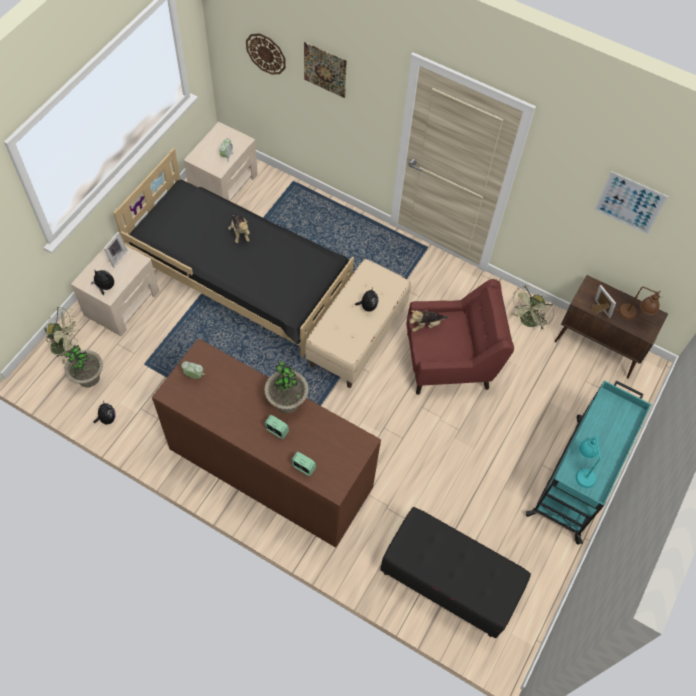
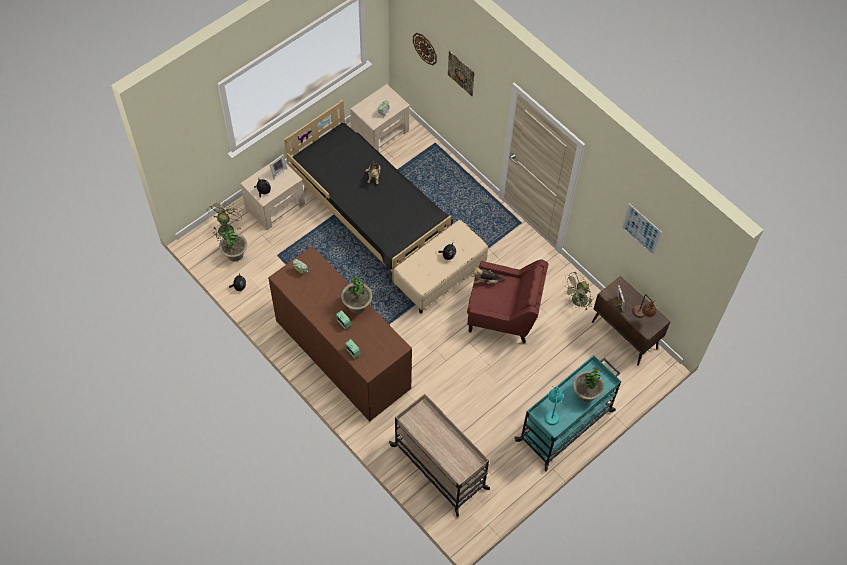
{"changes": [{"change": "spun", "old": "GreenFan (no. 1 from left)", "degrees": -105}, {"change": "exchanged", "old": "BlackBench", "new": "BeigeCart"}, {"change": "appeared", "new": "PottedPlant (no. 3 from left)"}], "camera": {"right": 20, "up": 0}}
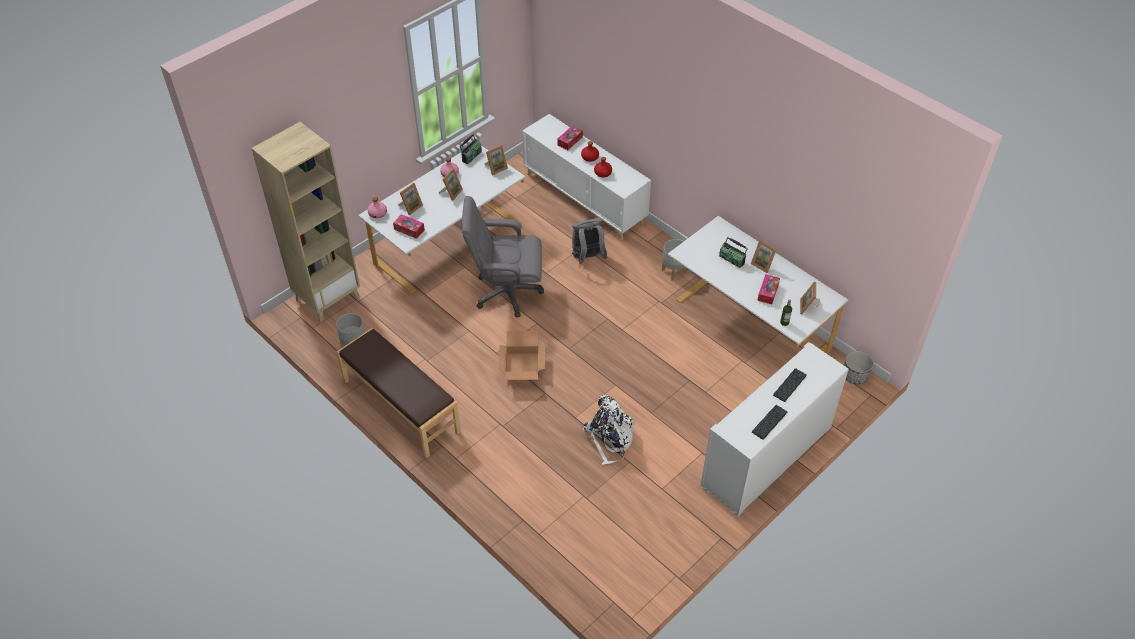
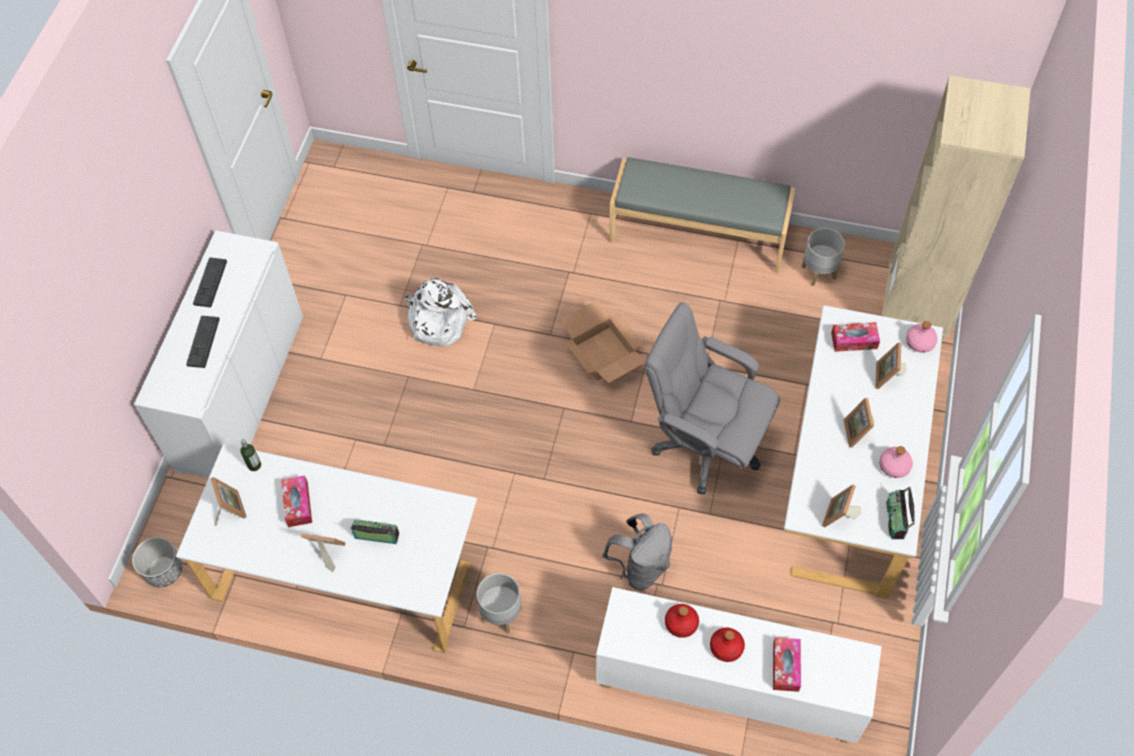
{"changes": [{"change": "colour", "old": "BrownBench", "new": "GreyBench"}, {"change": "spun", "old": "GreyOfficeChair", "degrees": -120}], "camera": {"right": 150, "up": 10}}
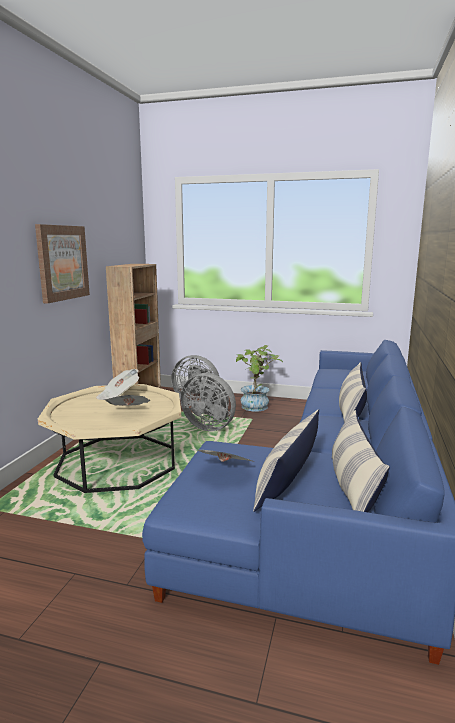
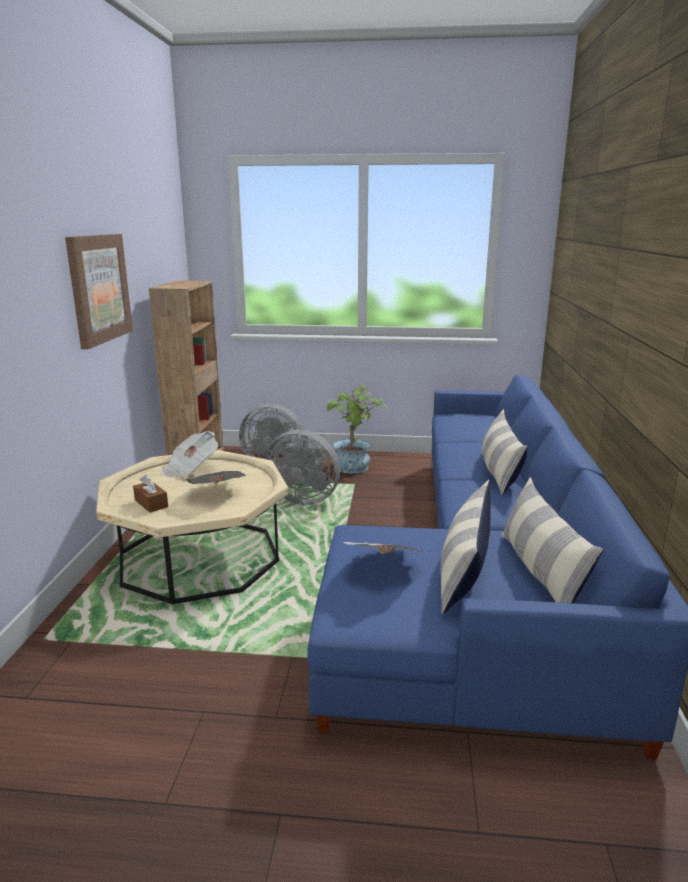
{"changes": [{"change": "appeared", "new": "BrownTissueBox"}], "camera": {"right": -10, "up": 5}}
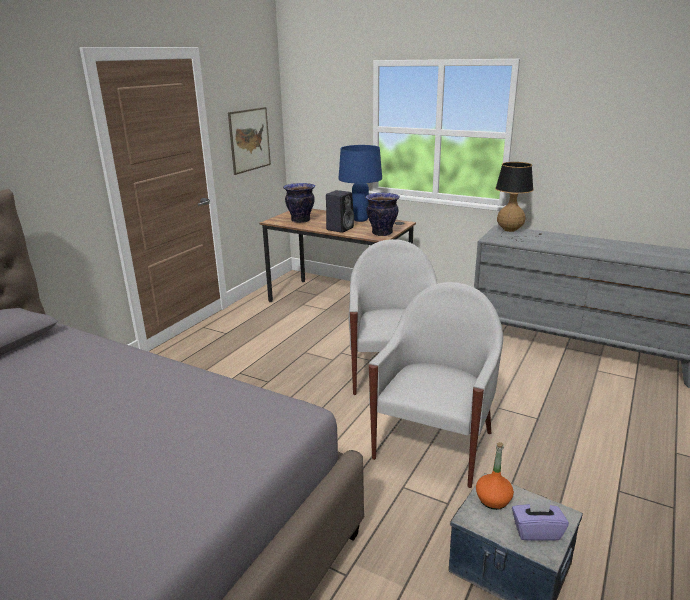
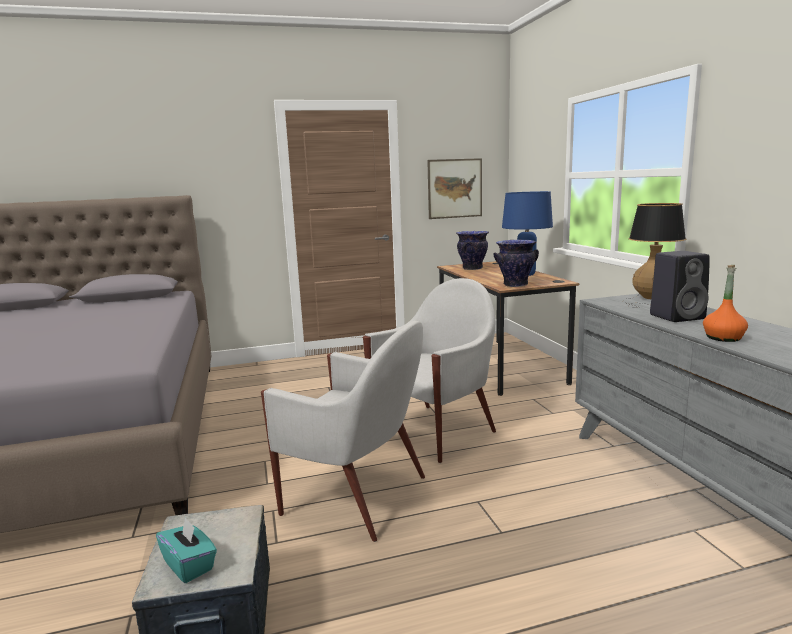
{"changes": [{"change": "relocated", "old": "BlackSpeaker"}, {"change": "spun", "old": "WhiteArmchair (no. 2 from left in the first image)", "degrees": 45}, {"change": "relocated", "old": "OrangeBottle"}, {"change": "colour", "old": "PurpleTissueBox", "new": "TurquoiseTissueBox"}], "camera": {"right": 45, "up": -10}}
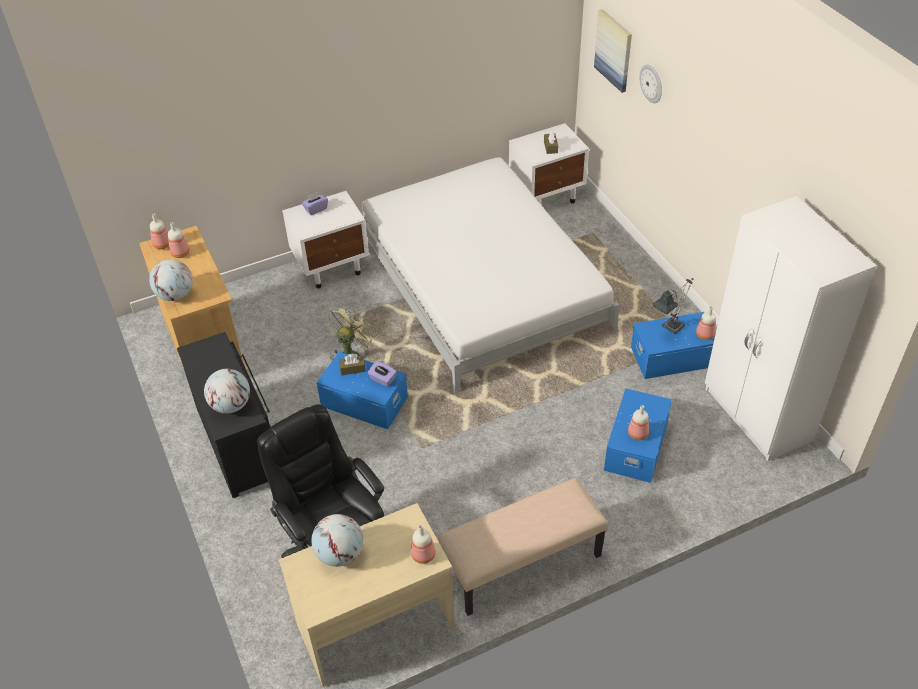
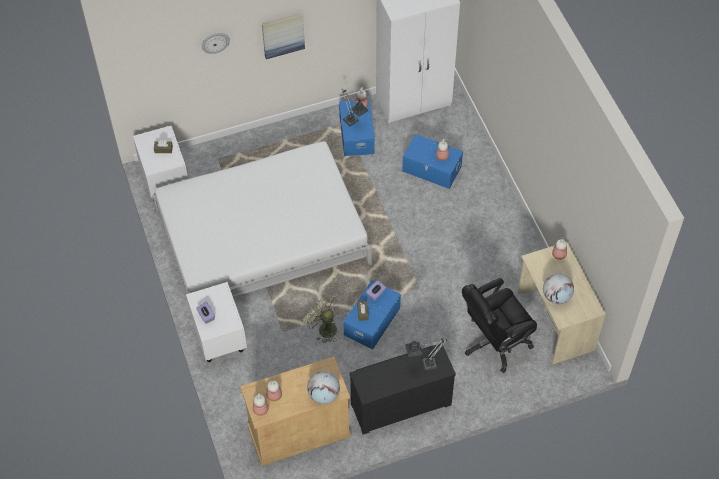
{"changes": [{"change": "exchanged", "old": "Globe (no. 2 from left)", "new": "TableLamp (no. 2 from left)"}, {"change": "missing", "old": "BeigeBench"}, {"change": "relocated", "old": "Picture"}], "camera": {"right": -85, "up": 10}}
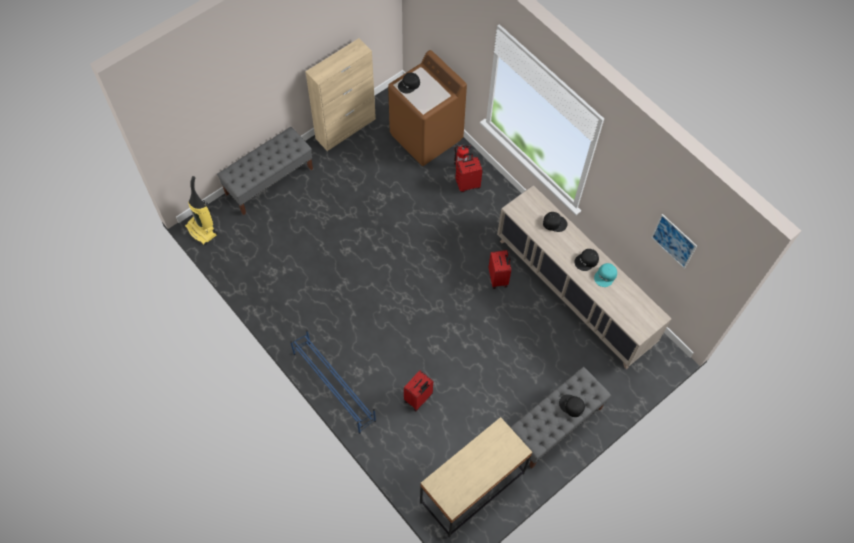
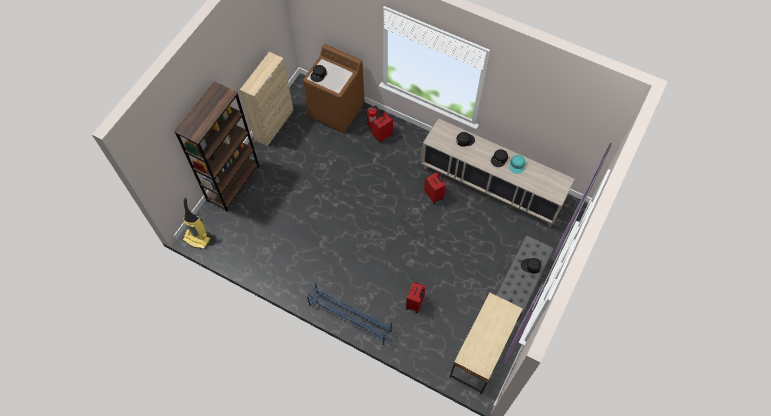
{"changes": [{"change": "exchanged", "old": "GreyBench (no. 1 from left)", "new": "BrownBookcase"}, {"change": "missing", "old": "Picture"}], "camera": {"right": -20, "up": 0}}
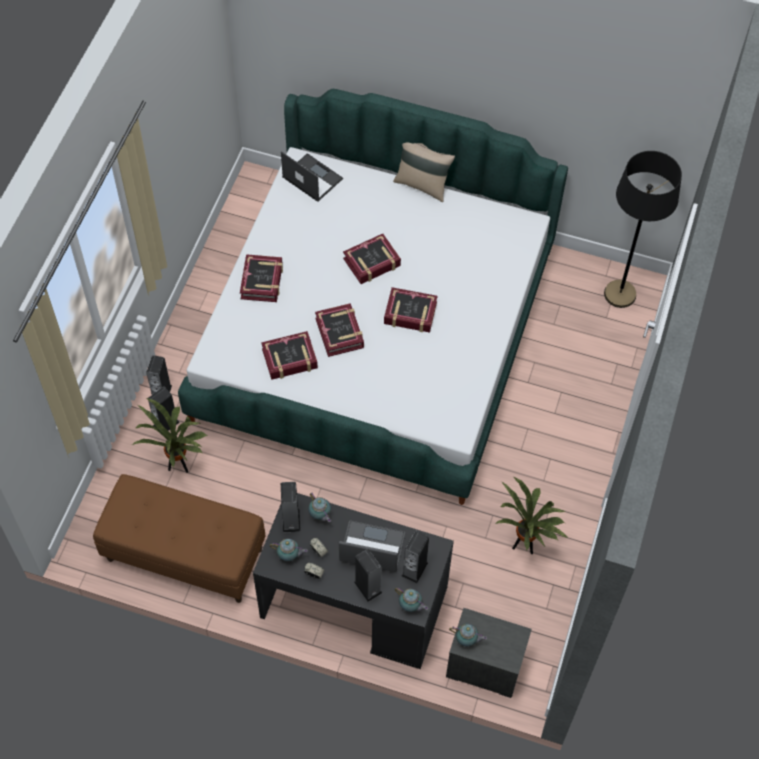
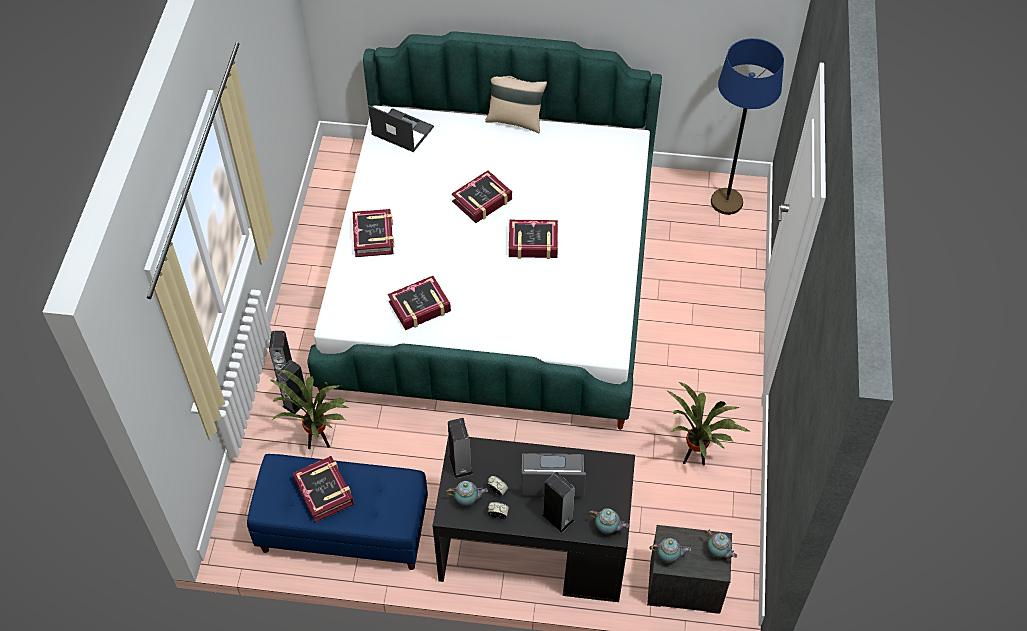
{"changes": [{"change": "colour", "old": "BrownBench", "new": "BlueBench"}, {"change": "relocated", "old": "Teapot (no. 2 from left in the first image)", "new": "Teapot (no. 4 from left)"}, {"change": "relocated", "old": "Book (no. 3 from left in the first image)", "new": "Book (no. 1 from left)"}, {"change": "missing", "old": "Speaker (no. 5 from left)"}, {"change": "colour", "old": "BlackFloorLamp", "new": "BlueFloorLamp"}], "camera": {"right": -10, "up": -5}}
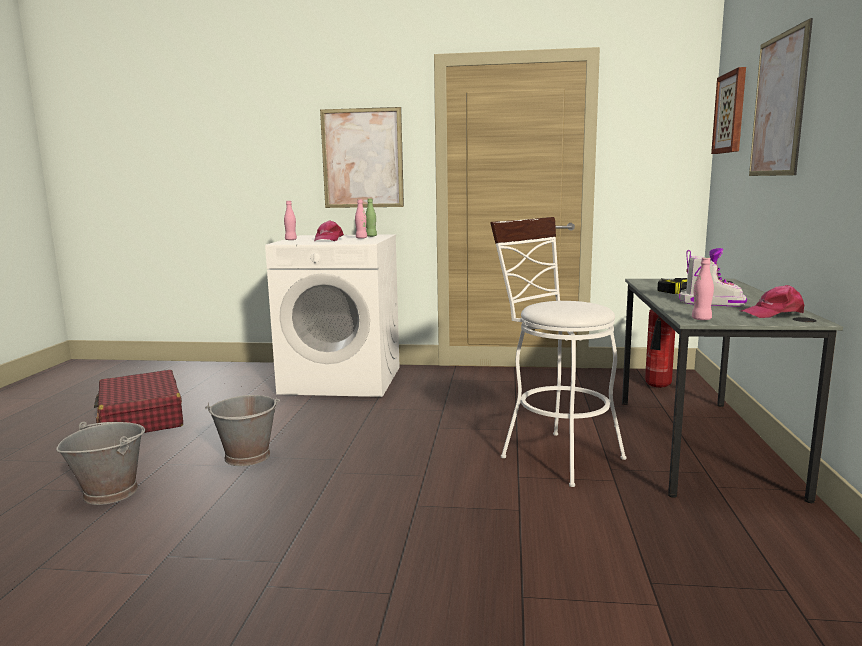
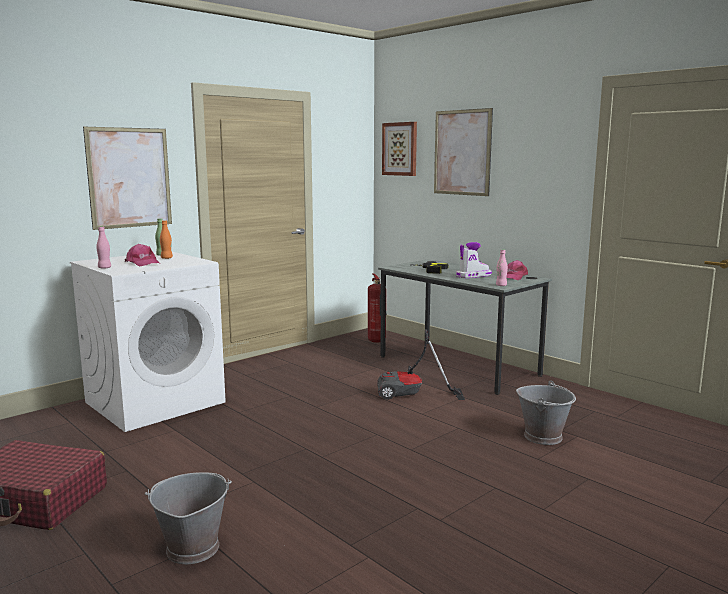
{"changes": [{"change": "relocated", "old": "GreyBucket (no. 2 from left)"}, {"change": "colour", "old": "PinkBottle (no. 2 from left)", "new": "OrangeBottle"}, {"change": "exchanged", "old": "WhiteStool", "new": "VacuumCleaner"}], "camera": {"right": -50, "up": 0}}
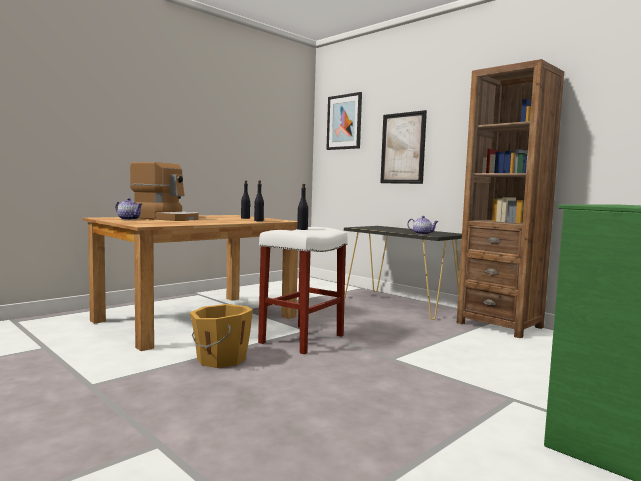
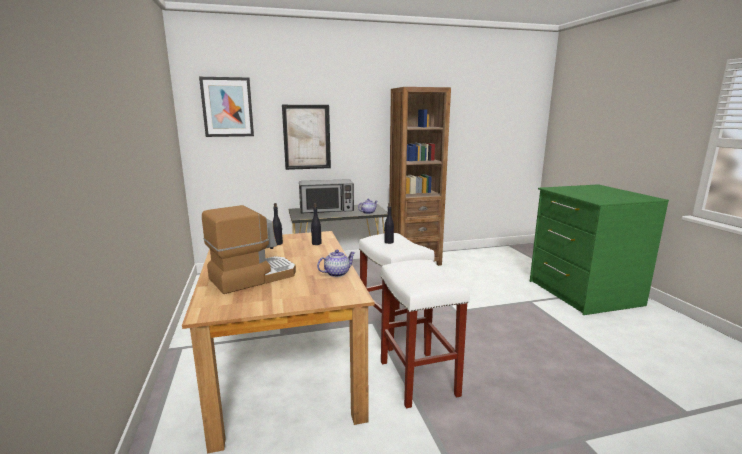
{"changes": [{"change": "relocated", "old": "Teapot (no. 1 from left)"}, {"change": "exchanged", "old": "OrangeBucket", "new": "WhiteStool (no. 2 from left)"}, {"change": "appeared", "new": "Microwave"}], "camera": {"right": -60, "up": 10}}
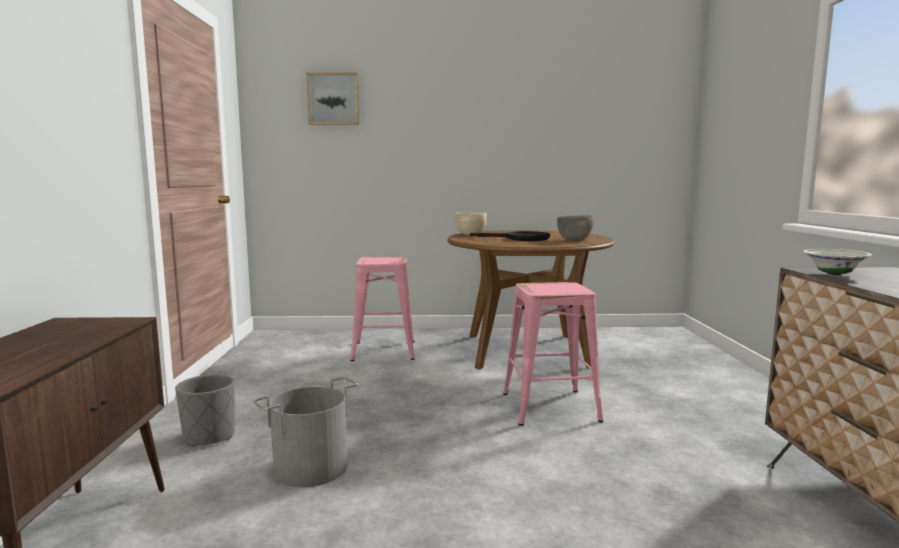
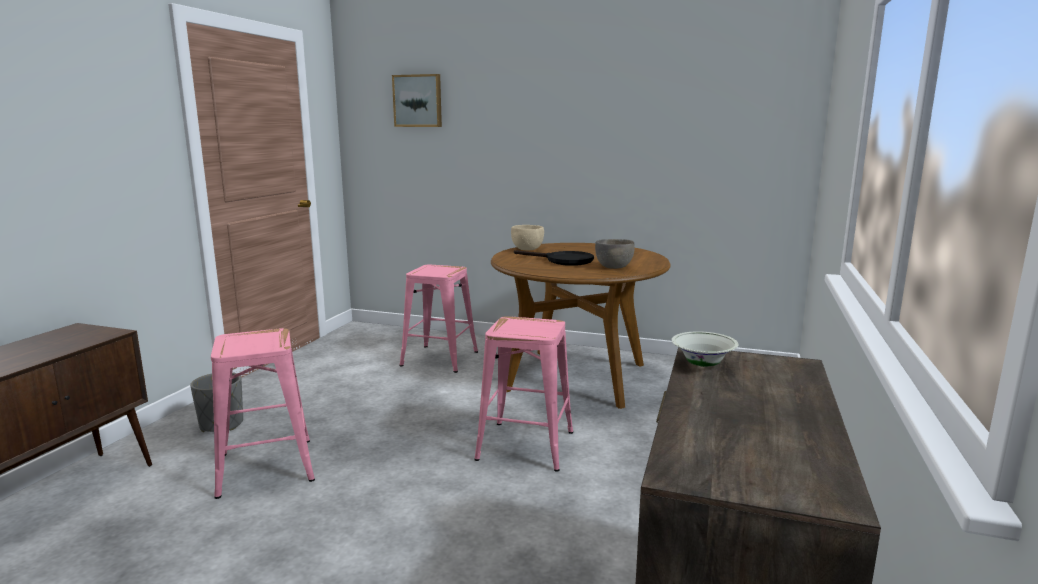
{"changes": [{"change": "exchanged", "old": "GreyBucket", "new": "PinkStool (no. 1 from left)"}], "camera": {"right": 20, "up": 5}}
